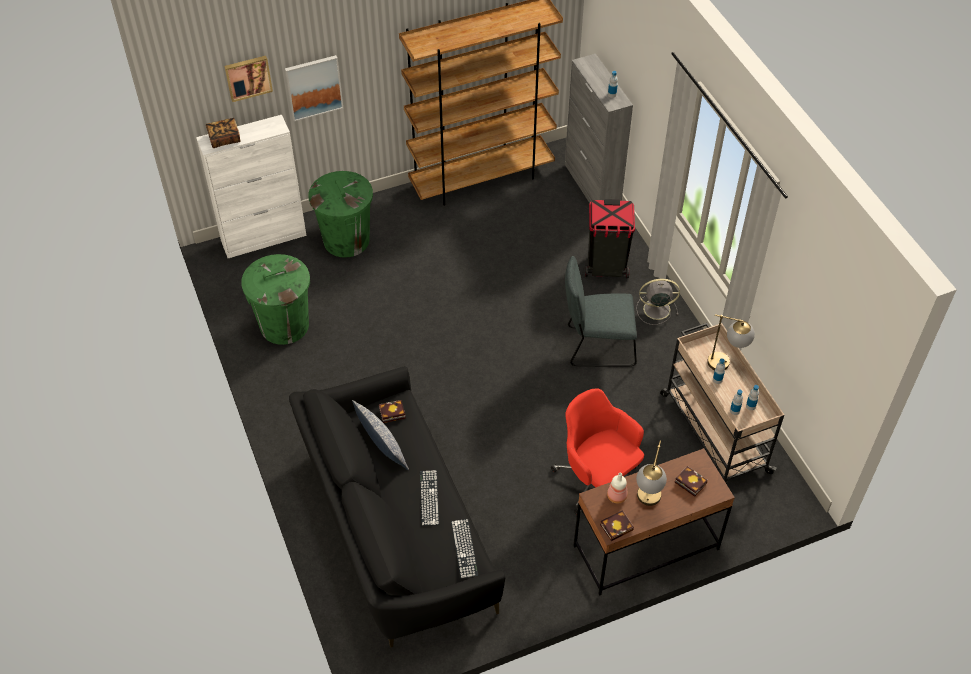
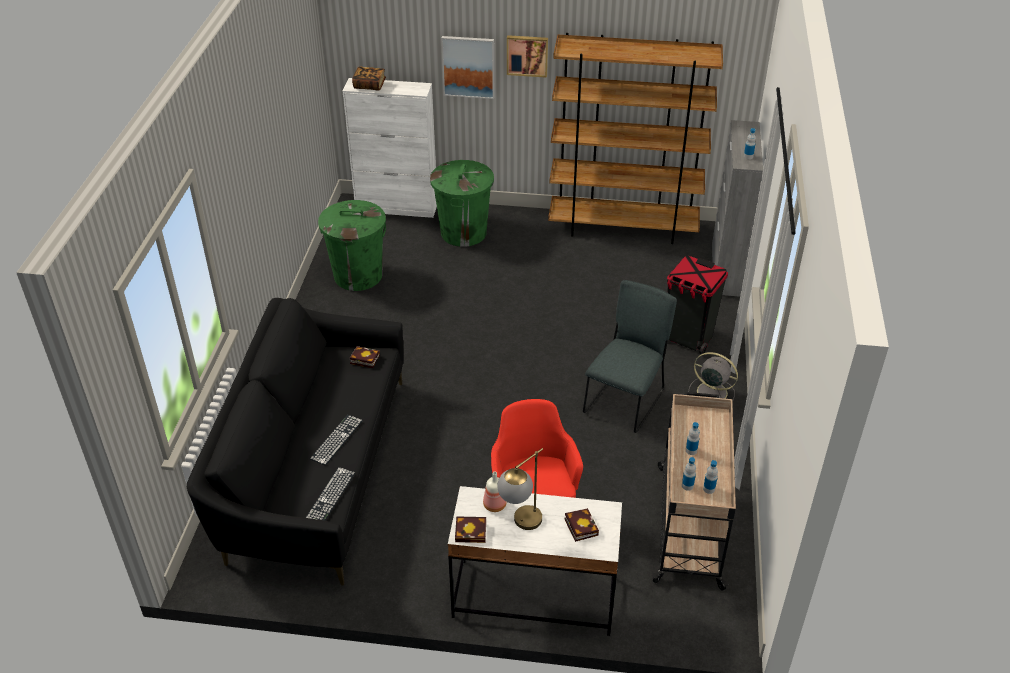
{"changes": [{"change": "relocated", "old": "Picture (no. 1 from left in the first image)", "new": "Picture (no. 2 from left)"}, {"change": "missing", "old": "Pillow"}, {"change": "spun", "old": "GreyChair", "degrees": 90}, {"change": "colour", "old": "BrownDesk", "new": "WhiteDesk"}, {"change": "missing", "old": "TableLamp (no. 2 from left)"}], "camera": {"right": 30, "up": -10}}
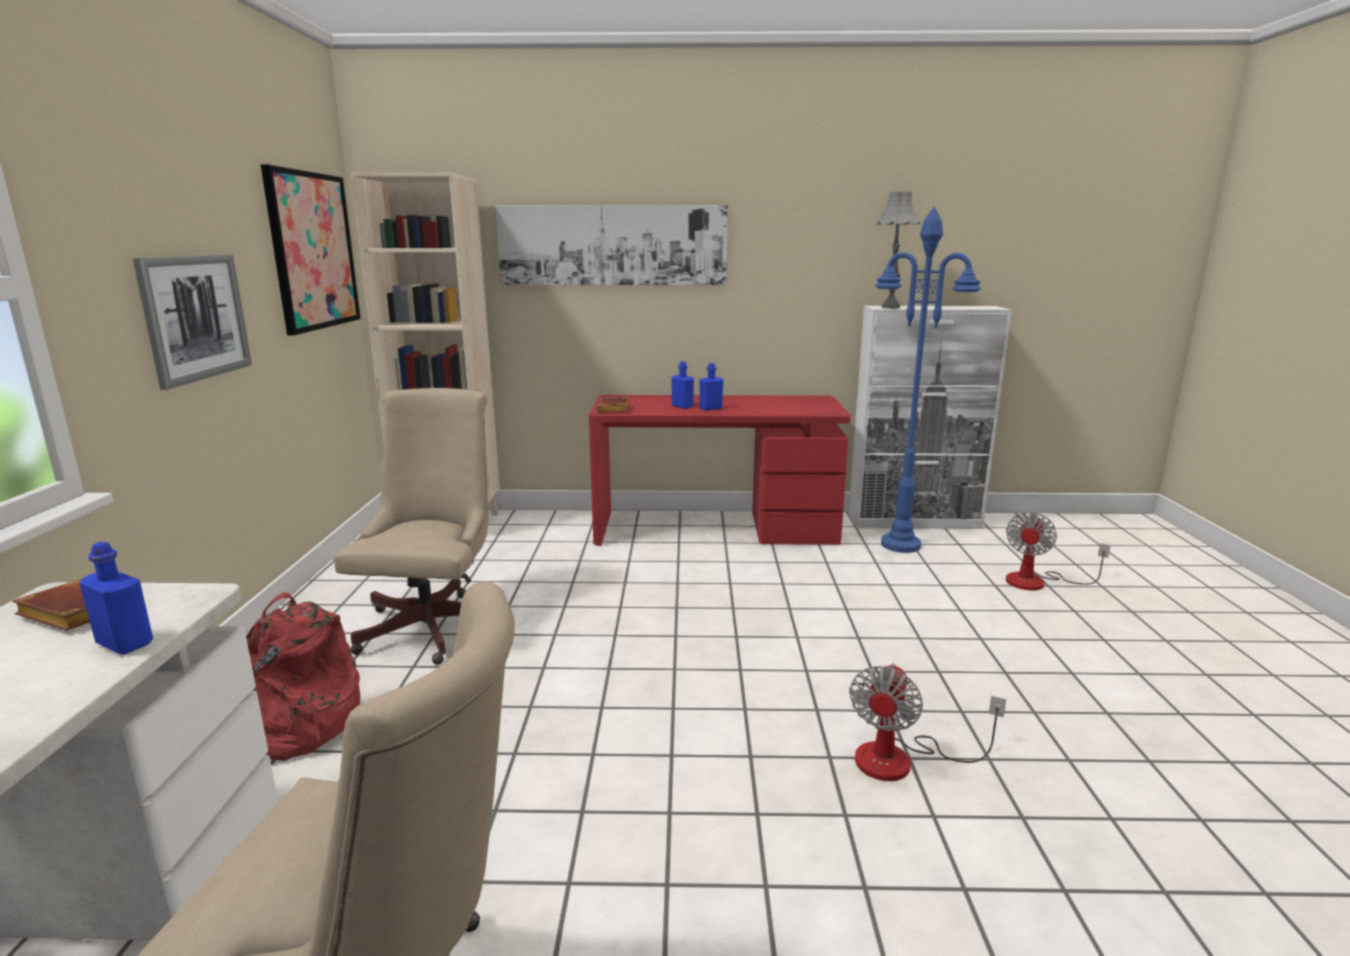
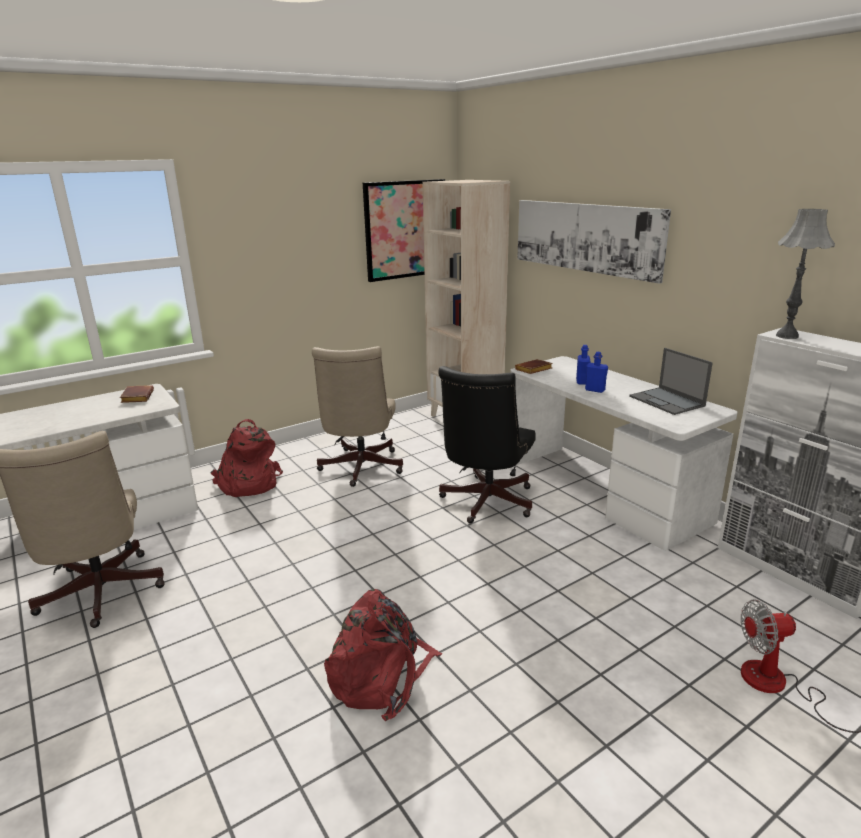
{"changes": [{"change": "missing", "old": "BlueBottle (no. 1 from left)"}, {"change": "missing", "old": "Picture (no. 1 from left)"}, {"change": "spun", "old": "BeigeOfficeChair (no. 2 from left)", "degrees": 120}, {"change": "colour", "old": "RedDesk", "new": "WhiteDesk (no. 2 from left)"}, {"change": "exchanged", "old": "Fan (no. 1 from left)", "new": "RedBackpack (no. 2 from left)"}, {"change": "missing", "old": "BlueFloorLamp"}, {"change": "appeared", "new": "BlackOfficeChair"}, {"change": "appeared", "new": "Laptop"}], "camera": {"right": 55, "up": 5}}
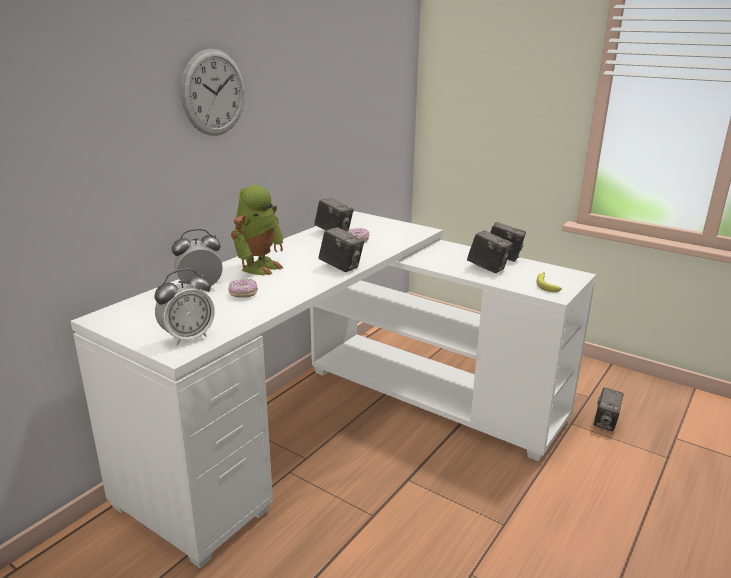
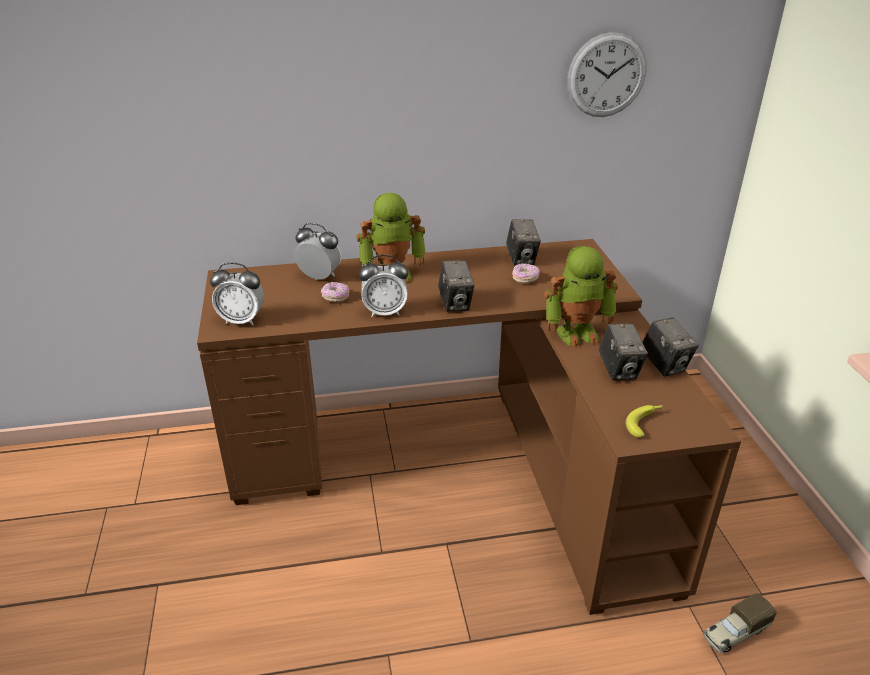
{"changes": [{"change": "colour", "old": "WhiteDesk", "new": "BrownDesk"}, {"change": "relocated", "old": "WallClock"}, {"change": "exchanged", "old": "PhotoCamera (no. 5 from left)", "new": "ToyTruck"}, {"change": "appeared", "new": "AlarmClock (no. 3 from left)"}, {"change": "appeared", "new": "ToyRobot (no. 2 from left)"}], "camera": {"right": 45, "up": 10}}
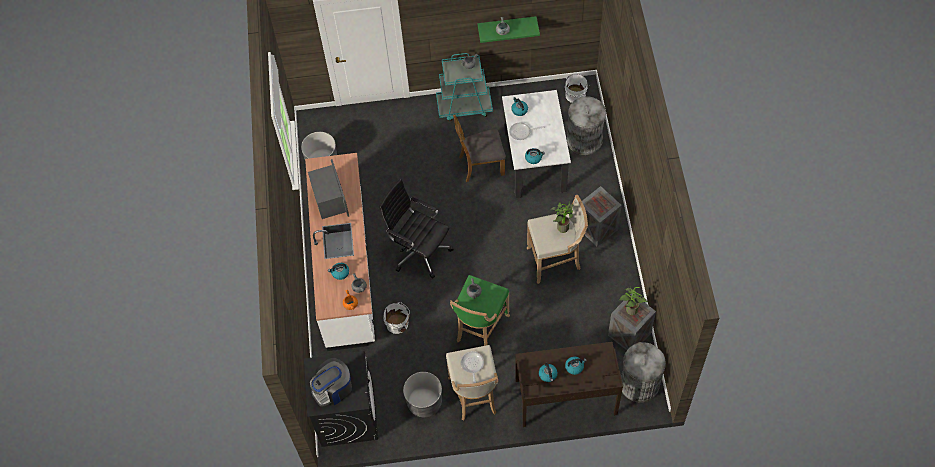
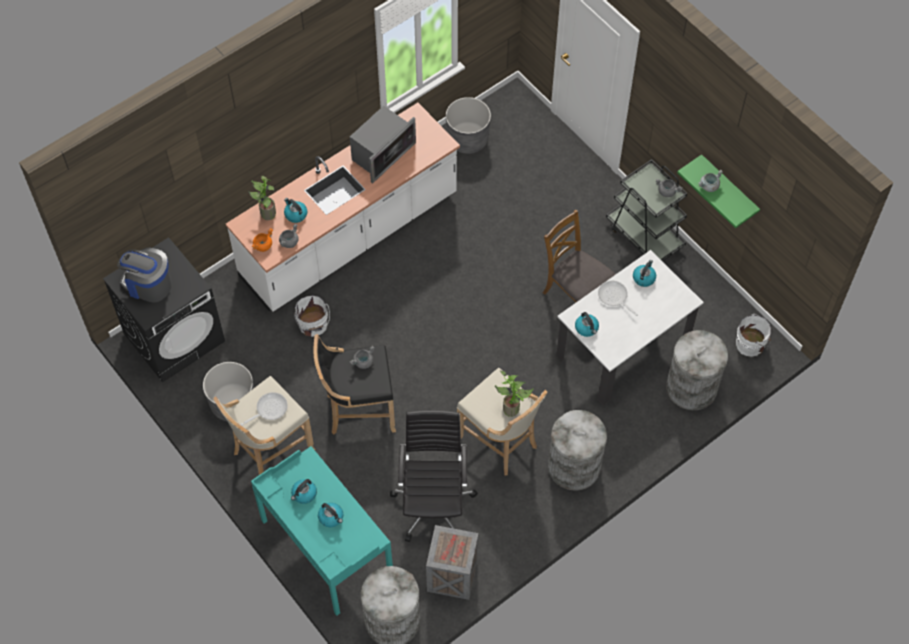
{"changes": [{"change": "relocated", "old": "BlackOfficeChair"}, {"change": "colour", "old": "TurquoiseCart", "new": "BlackCart"}, {"change": "colour", "old": "GreenStool", "new": "BlackStool"}, {"change": "colour", "old": "BrownDesk", "new": "TurquoiseDesk"}, {"change": "exchanged", "old": "Crate (no. 1 from left)", "new": "GreyTrashCan (no. 2 from left)"}, {"change": "relocated", "old": "PottedPlant (no. 2 from left in the first image)", "new": "PottedPlant (no. 1 from left)"}], "camera": {"right": 55, "up": 0}}
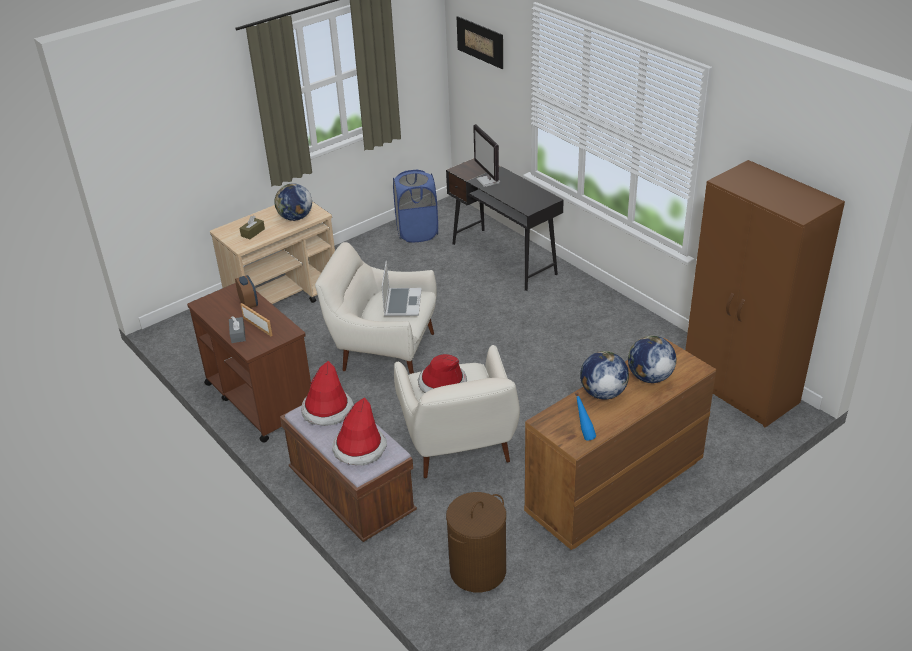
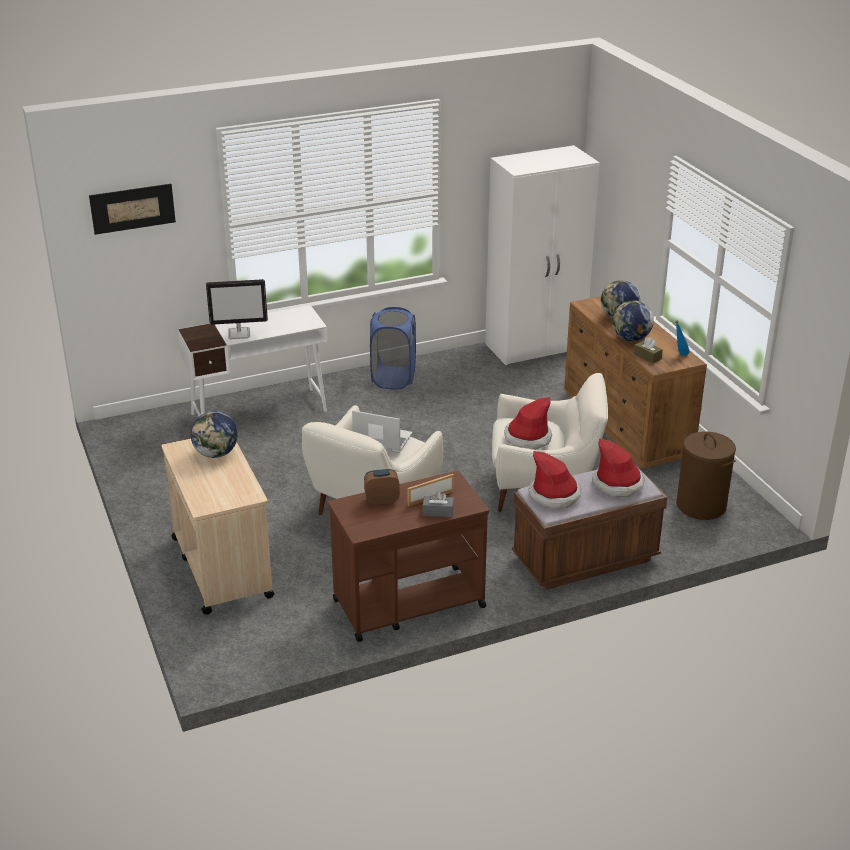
{"changes": [{"change": "relocated", "old": "BrownTissueBox"}, {"change": "relocated", "old": "BlueLaundryBasket"}, {"change": "colour", "old": "BlackDesk", "new": "WhiteDesk"}, {"change": "colour", "old": "BrownWardrobe", "new": "WhiteWardrobe"}], "camera": {"right": -75, "up": -5}}
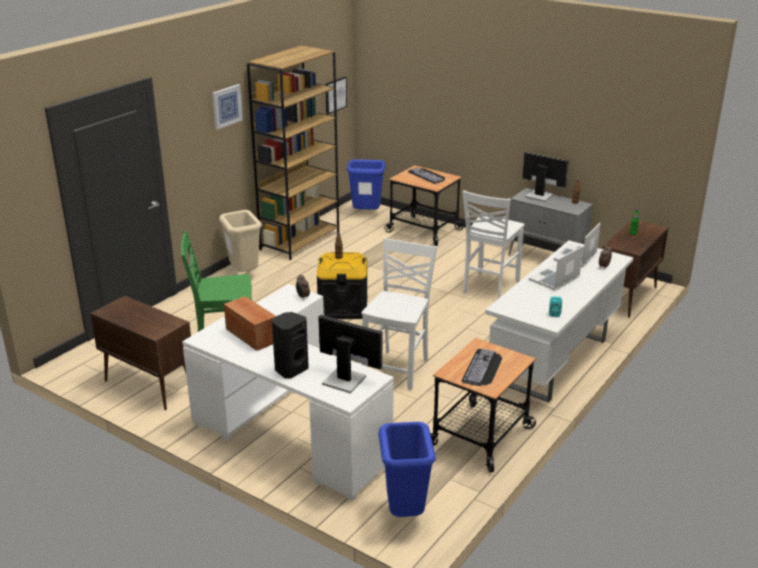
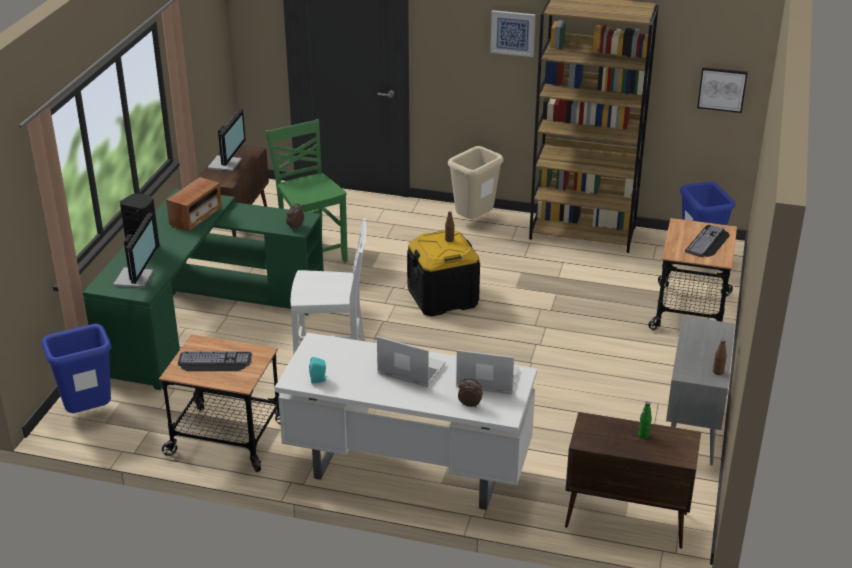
{"changes": [{"change": "colour", "old": "WhiteDesk (no. 1 from left)", "new": "GreenDesk"}, {"change": "missing", "old": "WhiteChair (no. 2 from left)"}, {"change": "relocated", "old": "Monitor (no. 2 from left)"}], "camera": {"right": 70, "up": 5}}
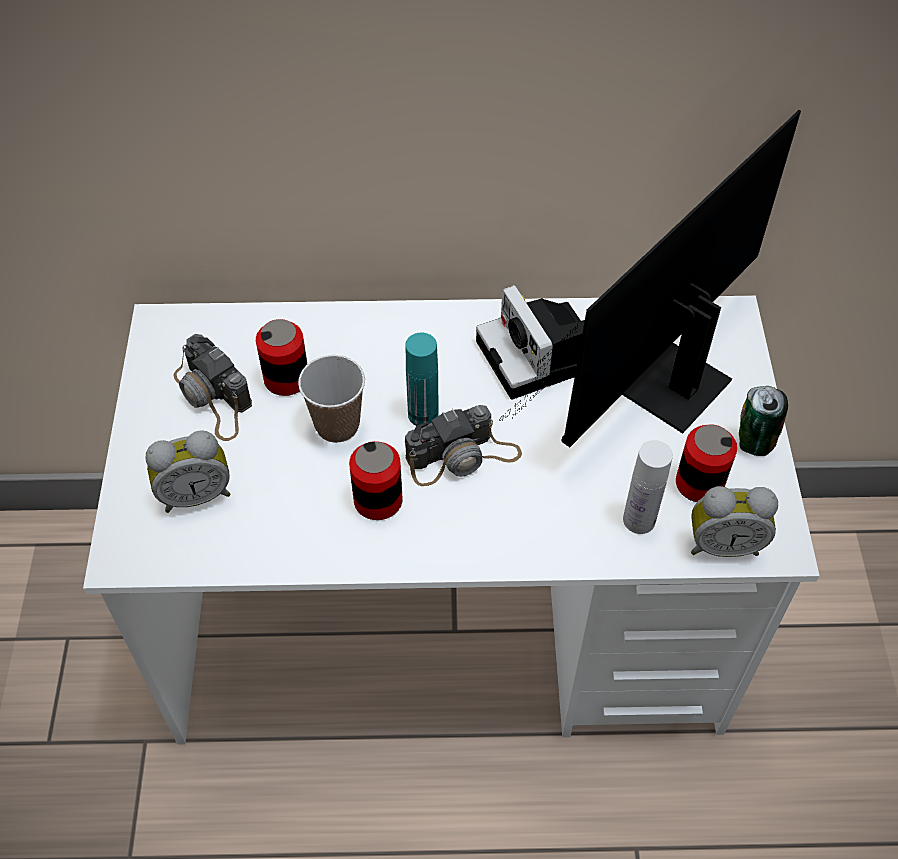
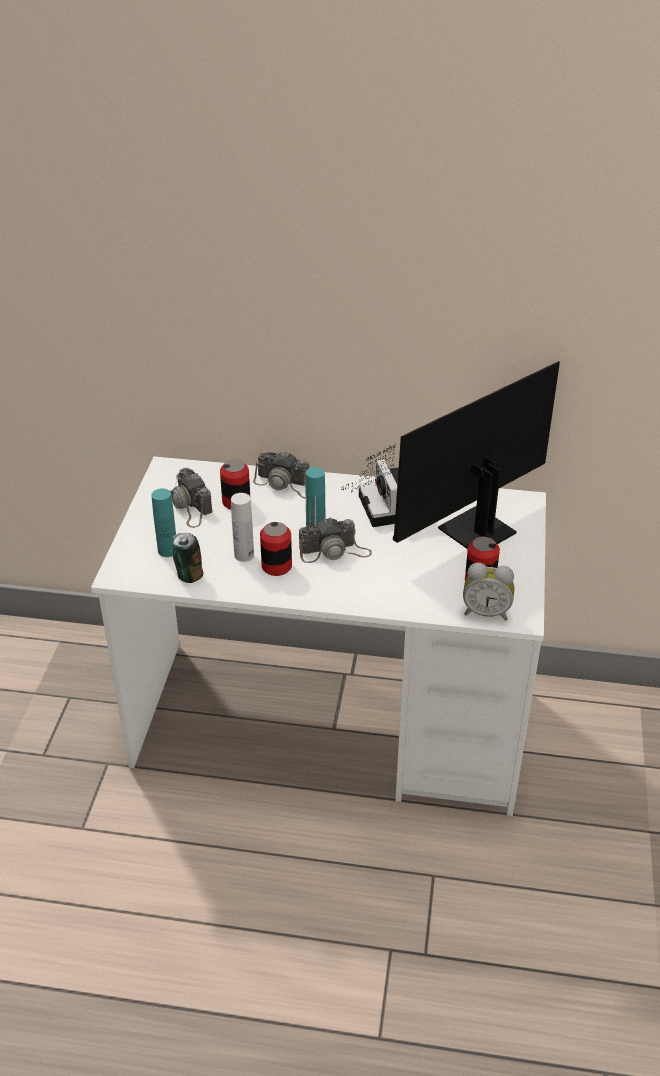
{"changes": [{"change": "exchanged", "old": "AlarmClock (no. 1 from left)", "new": "TurquoiseBottle (no. 1 from left)"}, {"change": "missing", "old": "Cup"}, {"change": "relocated", "old": "WhiteBottle"}, {"change": "relocated", "old": "Can (no. 4 from left in the first image)", "new": "Can (no. 1 from left)"}, {"change": "appeared", "new": "PhotoCamera (no. 2 from left)"}], "camera": {"right": 10, "up": -15}}
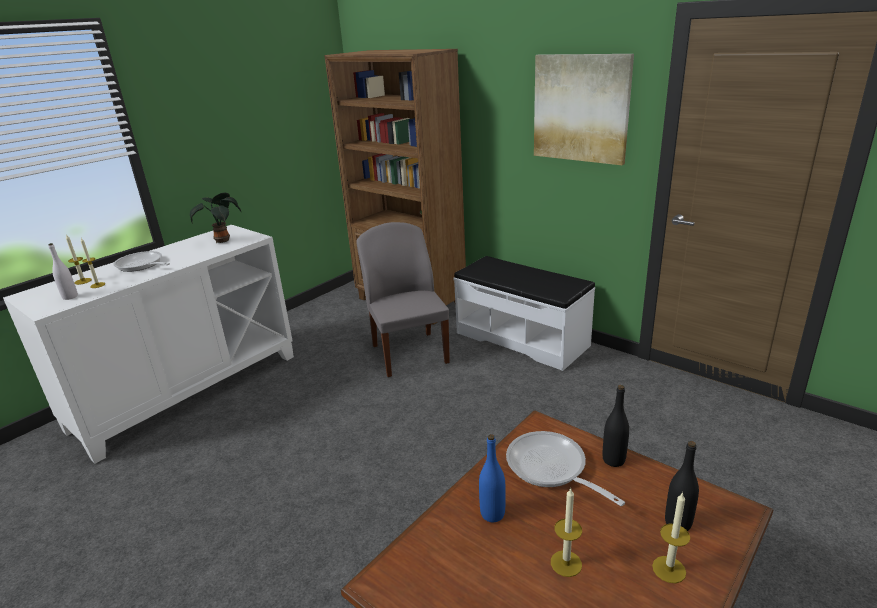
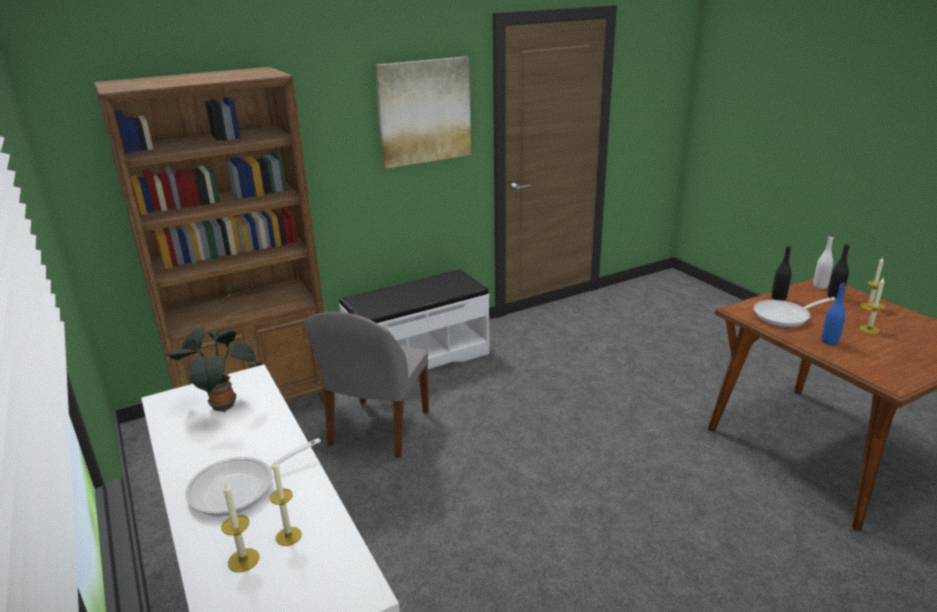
{"changes": [{"change": "relocated", "old": "WhiteBottle"}, {"change": "spun", "old": "GreyChair", "degrees": -75}], "camera": {"right": -70, "up": 0}}
